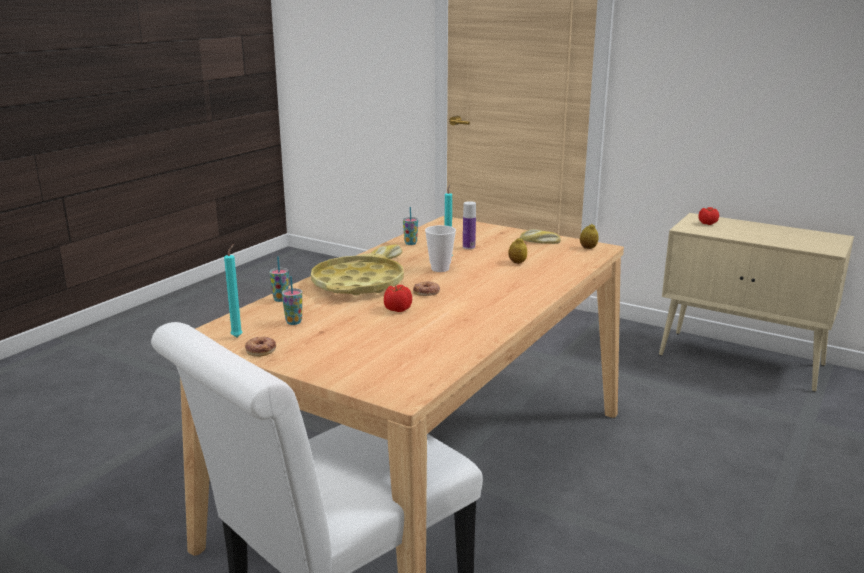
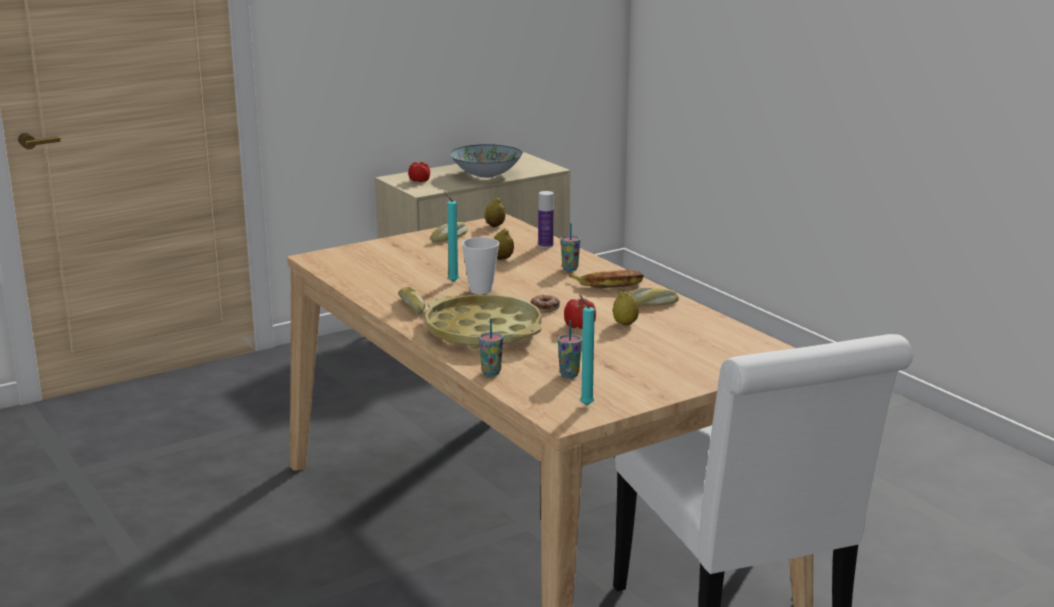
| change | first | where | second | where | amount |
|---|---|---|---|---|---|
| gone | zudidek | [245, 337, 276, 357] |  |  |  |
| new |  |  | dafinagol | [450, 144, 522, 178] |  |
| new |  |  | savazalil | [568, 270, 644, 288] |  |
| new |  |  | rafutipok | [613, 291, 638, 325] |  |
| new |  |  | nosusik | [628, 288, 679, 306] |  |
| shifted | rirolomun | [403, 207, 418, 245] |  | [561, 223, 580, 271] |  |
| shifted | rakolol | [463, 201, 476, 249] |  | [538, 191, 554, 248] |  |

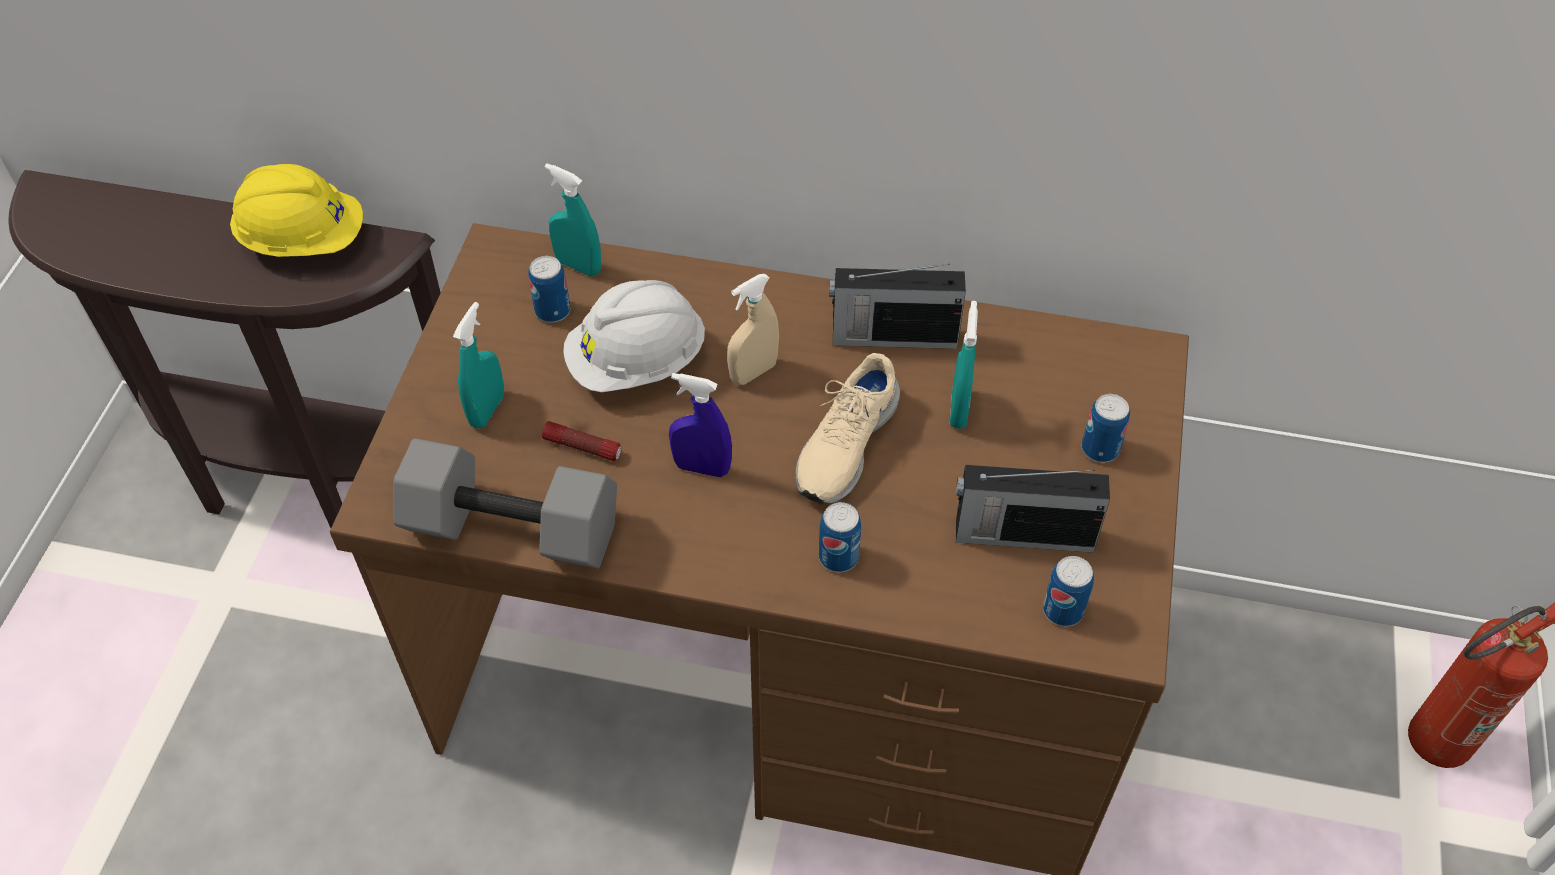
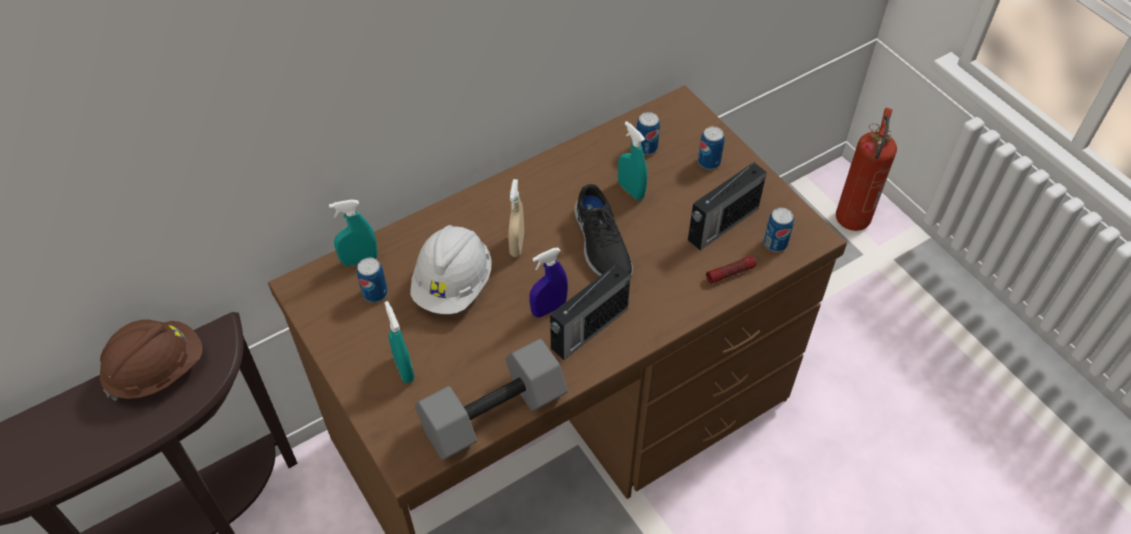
| change | first | where | second | where | amount |
|---|---|---|---|---|---|
| shifted | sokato | [542, 421, 622, 461] |  | [706, 256, 756, 284] |  |
| shifted | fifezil | [819, 502, 861, 572] |  | [637, 112, 660, 155] |  |
| shifted | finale | [829, 264, 966, 349] |  | [550, 263, 631, 360] |  |
| repainted | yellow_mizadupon | [230, 164, 363, 257] | brown_mizadupon | [100, 320, 203, 401] |  |
| repainted | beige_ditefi | [795, 353, 900, 504] | black_ditefi | [574, 184, 633, 277] |  |

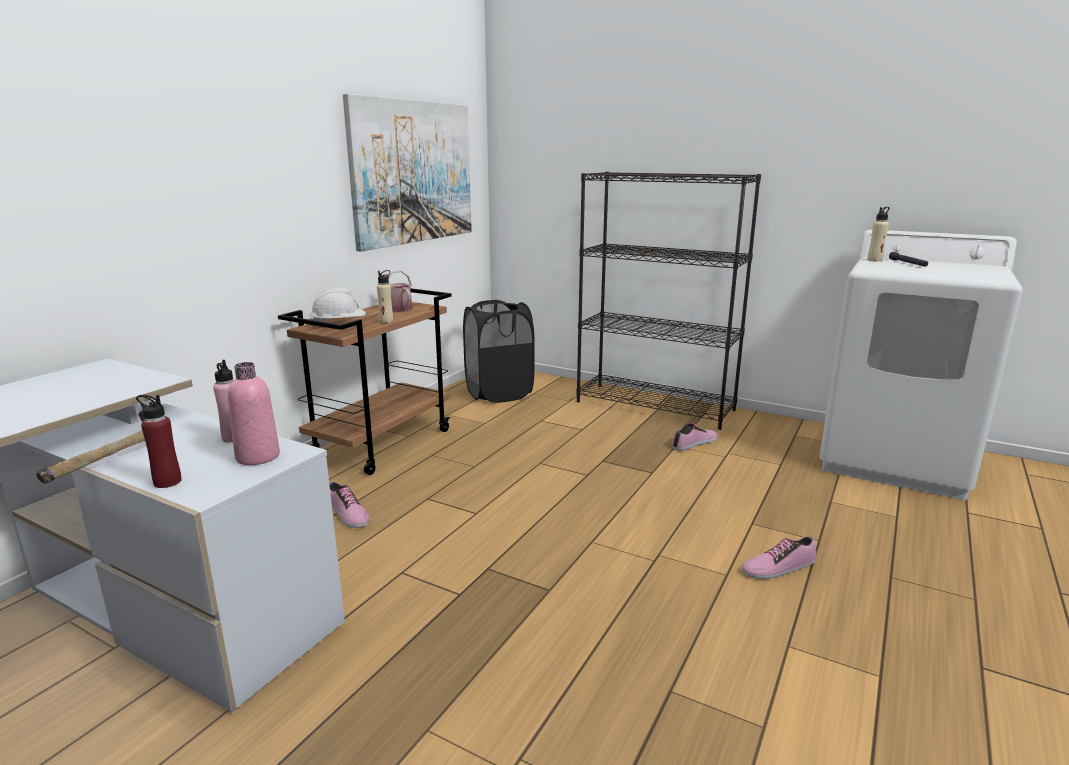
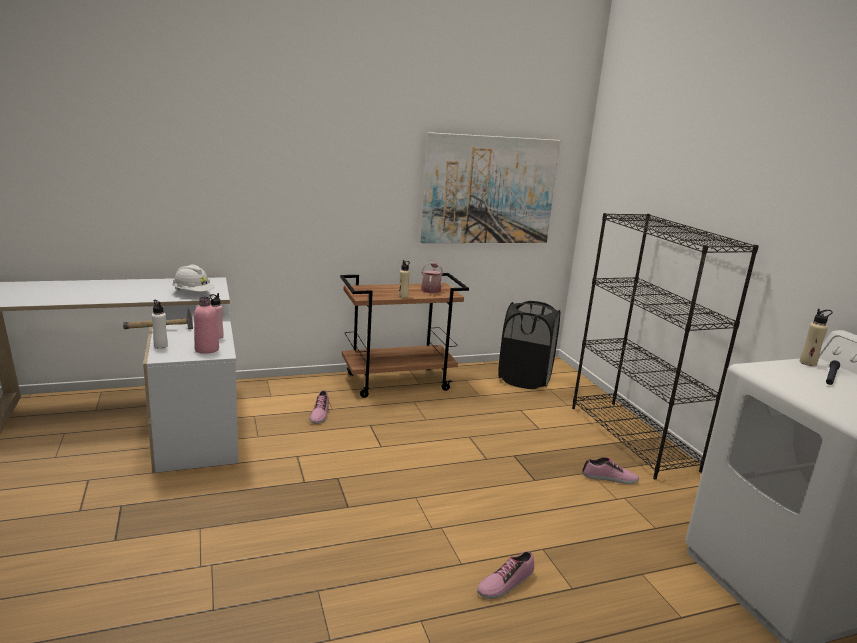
| change | first | where | second | where | amount |
|---|---|---|---|---|---|
| shifted | white_mizadupon | [309, 288, 366, 326] |  | [172, 265, 215, 292] |  |
| repainted | red_rakolol | [136, 395, 182, 488] | white_rakolol | [152, 300, 168, 349] |  |
| rotated | ditefi | [742, 536, 816, 579] |  | [477, 551, 534, 599] | 60 degrees counterclockwise |

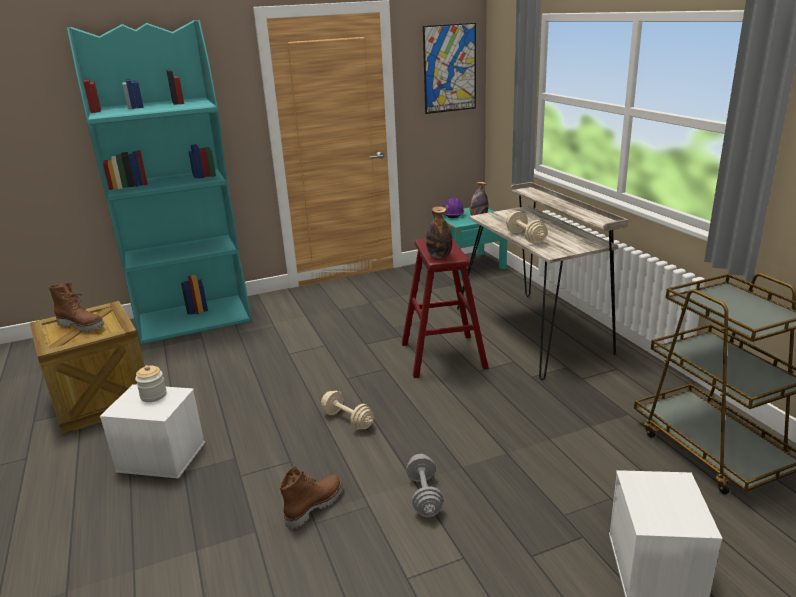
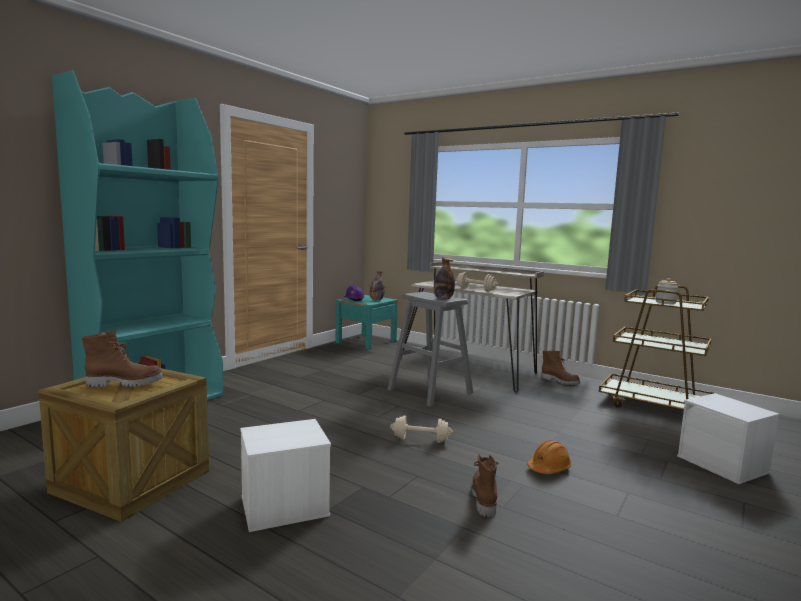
| change | first | where | second | where | amount |
|---|---|---|---|---|---|
| gone | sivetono | [423, 23, 476, 114] |  |  |  |
| new |  |  | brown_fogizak | [541, 350, 580, 385] |  |
| shifted | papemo | [135, 365, 167, 402] |  | [656, 278, 678, 304] |  |
| swapped | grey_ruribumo | [406, 454, 443, 517] | orange_mizadupon | [527, 440, 572, 474] |  |
| repainted | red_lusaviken | [402, 238, 489, 378] | grey_lusaviken | [388, 292, 473, 407] |  |

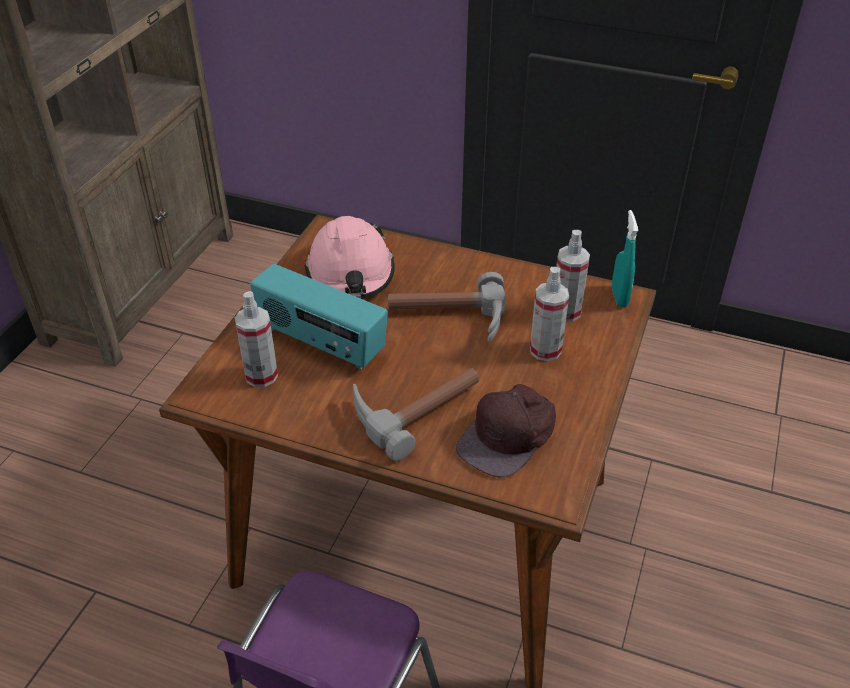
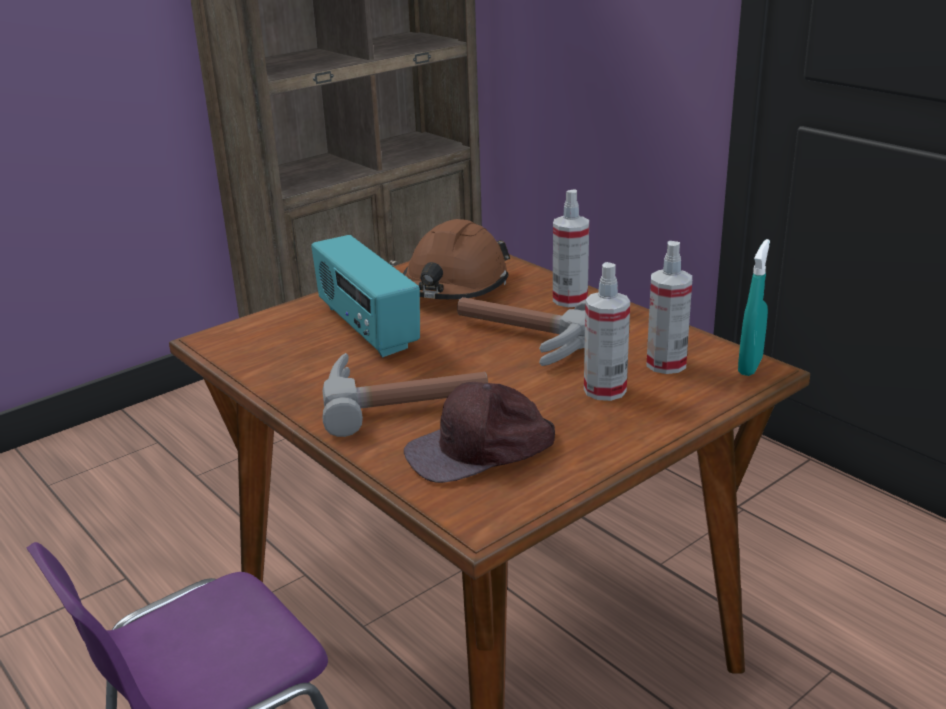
| change | first | where | second | where | amount |
|---|---|---|---|---|---|
| shifted | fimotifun | [235, 291, 278, 387] |  | [553, 189, 589, 307] |  |
| repainted | pink_mizadupon | [304, 216, 395, 299] | brown_mizadupon | [403, 219, 510, 299] |  |

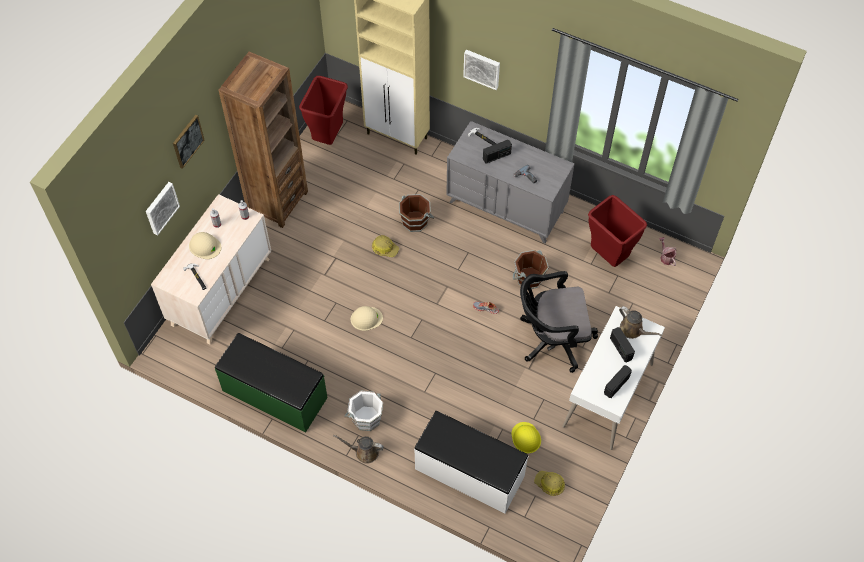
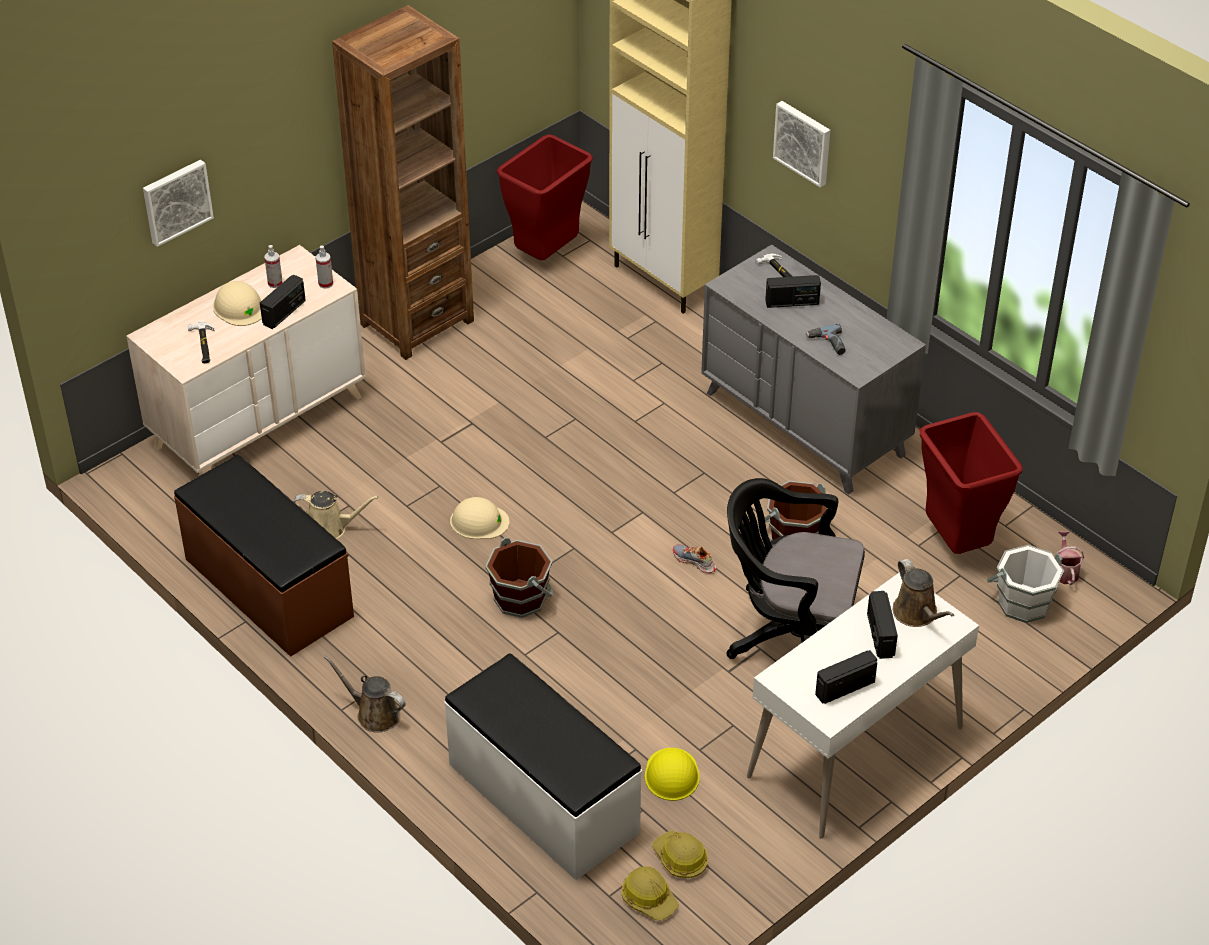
| change | first | where | second | where | amount |
|---|---|---|---|---|---|
| gone | sivetono | [173, 115, 205, 169] |  |  |  |
| new |  |  | finale | [260, 275, 306, 329] |  |
| new |  |  | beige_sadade | [294, 491, 379, 539] |  |
| shifted | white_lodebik | [344, 391, 383, 431] |  | [987, 545, 1064, 623] |  |
| shifted | mizadupon | [372, 235, 399, 257] |  | [622, 866, 678, 920] |  |
| shifted | brown_lodebik | [399, 194, 434, 232] |  | [485, 537, 553, 618] |  |
| repainted | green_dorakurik | [215, 333, 328, 433] | brown_dorakurik | [174, 455, 354, 657] |  |

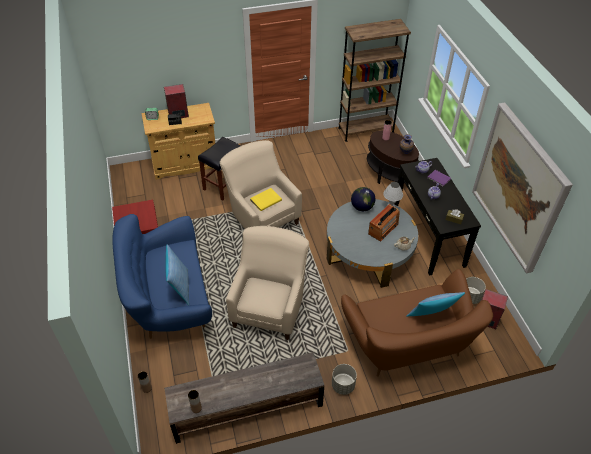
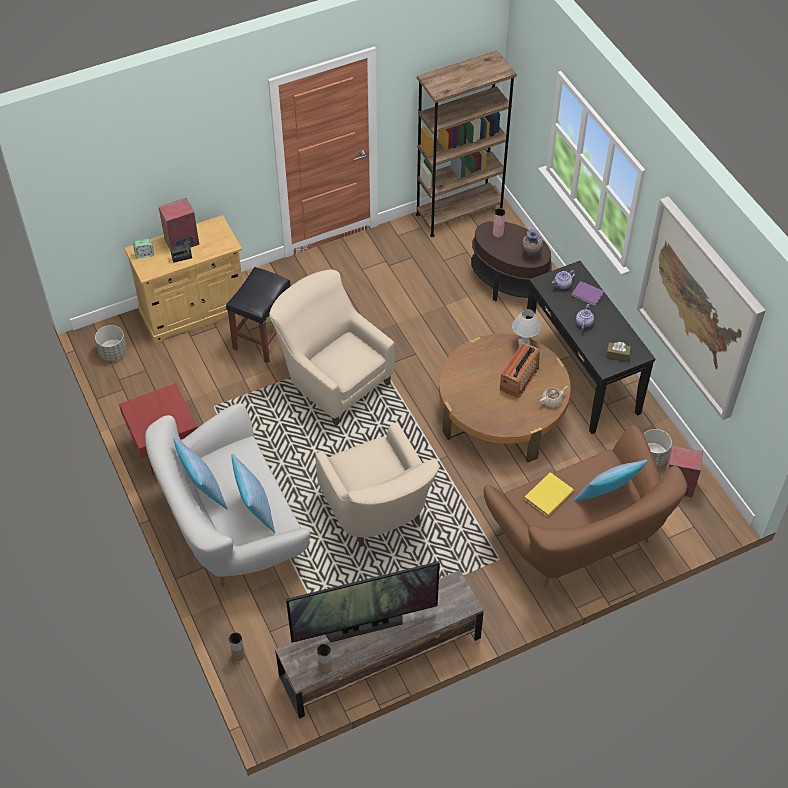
| change | first | where | second | where | amount |
|---|---|---|---|---|---|
| gone | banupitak | [351, 187, 375, 211] |  |  |  |
| new |  |  | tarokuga | [173, 438, 228, 509] |  |
| new |  |  | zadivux | [286, 561, 440, 643] |  |
| shifted | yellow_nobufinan | [250, 188, 282, 211] |  | [524, 472, 574, 517] |  |
| shifted | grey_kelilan | [332, 364, 357, 395] |  | [95, 325, 127, 361] |  |
| repainted | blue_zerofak | [112, 214, 212, 339] | white_zerofak | [145, 403, 311, 587] |  |
| repainted | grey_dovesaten | [327, 199, 418, 288] | brown_dovesaten | [439, 334, 571, 463] |  |
| rotated | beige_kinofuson | [226, 226, 309, 340] |  | [315, 422, 440, 547] | 150 degrees clockwise |

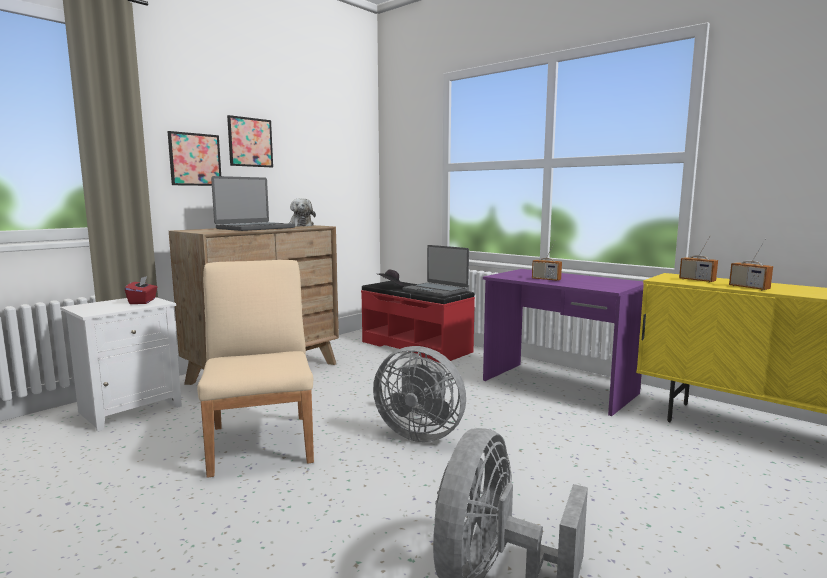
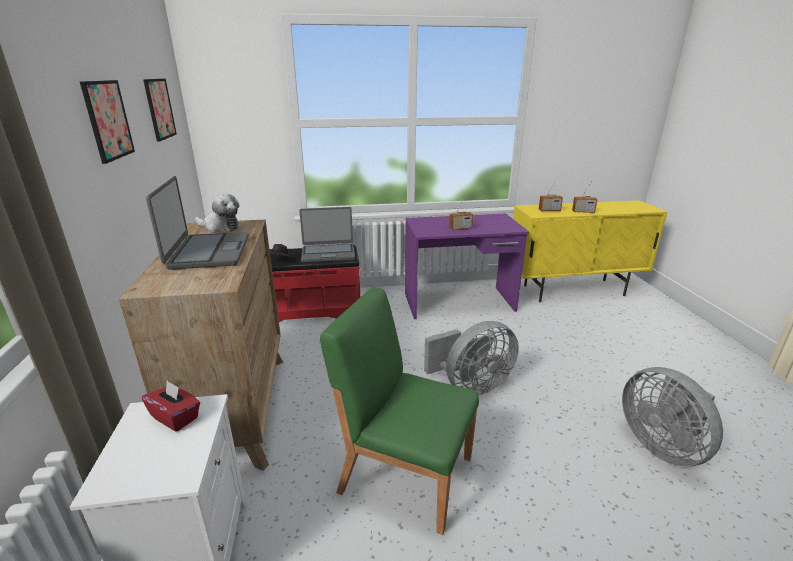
| change | first | where | second | where | amount |
|---|---|---|---|---|---|
| shifted | sivetono | [167, 131, 221, 186] |  | [143, 79, 177, 142] |  |
| repainted | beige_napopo | [197, 260, 314, 478] | green_napopo | [320, 287, 479, 535] |  |

